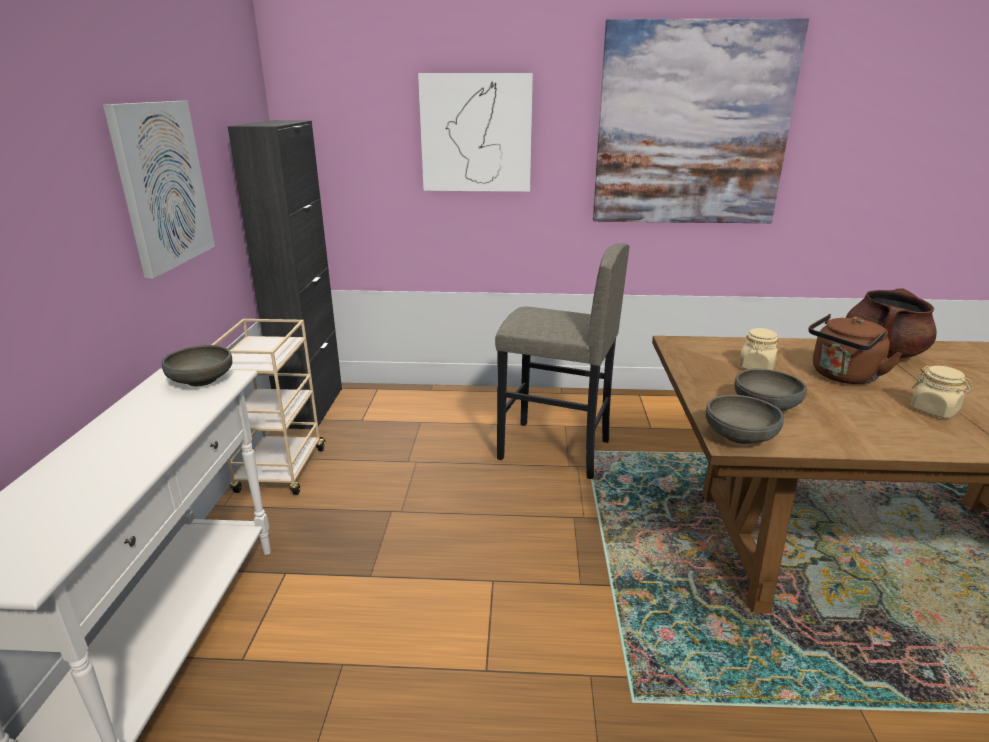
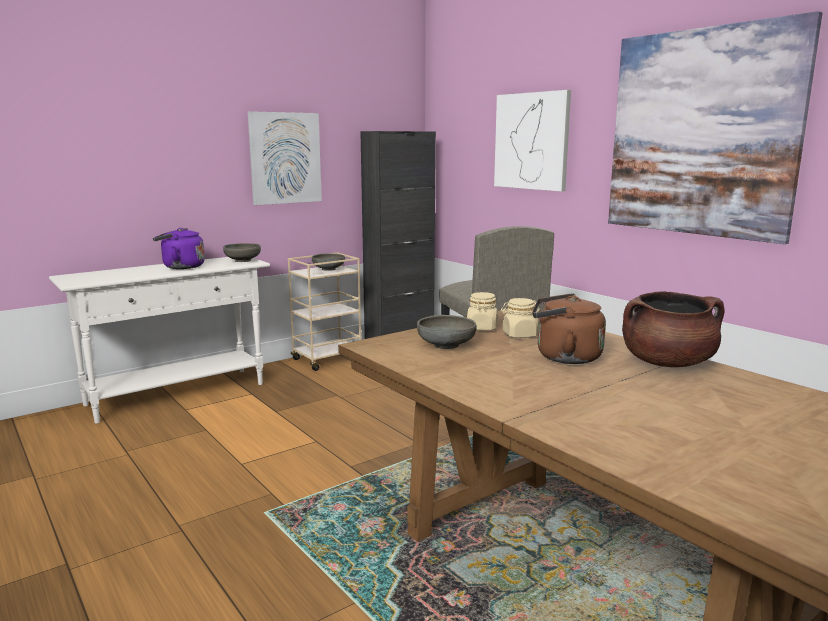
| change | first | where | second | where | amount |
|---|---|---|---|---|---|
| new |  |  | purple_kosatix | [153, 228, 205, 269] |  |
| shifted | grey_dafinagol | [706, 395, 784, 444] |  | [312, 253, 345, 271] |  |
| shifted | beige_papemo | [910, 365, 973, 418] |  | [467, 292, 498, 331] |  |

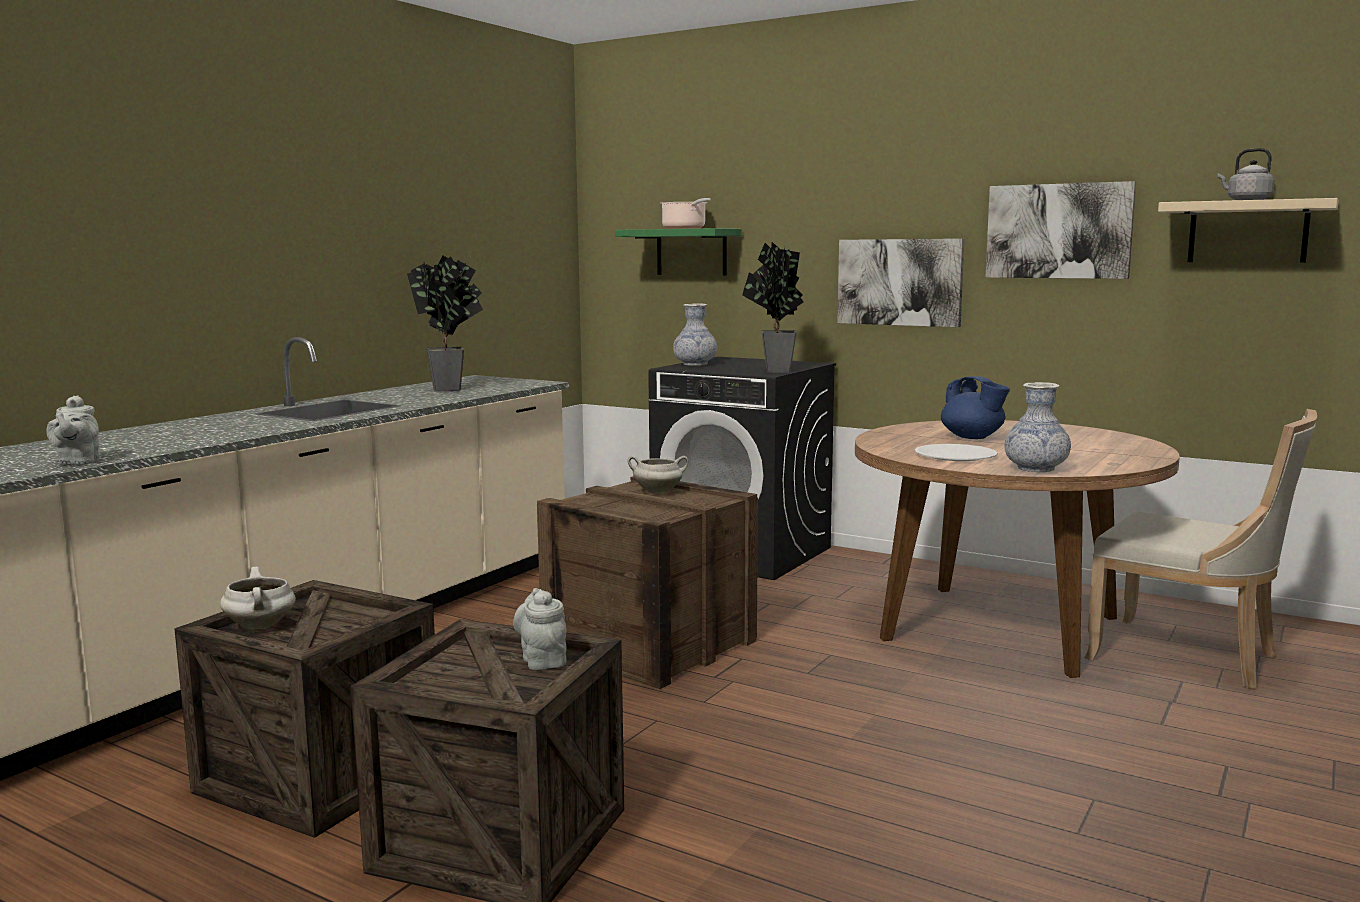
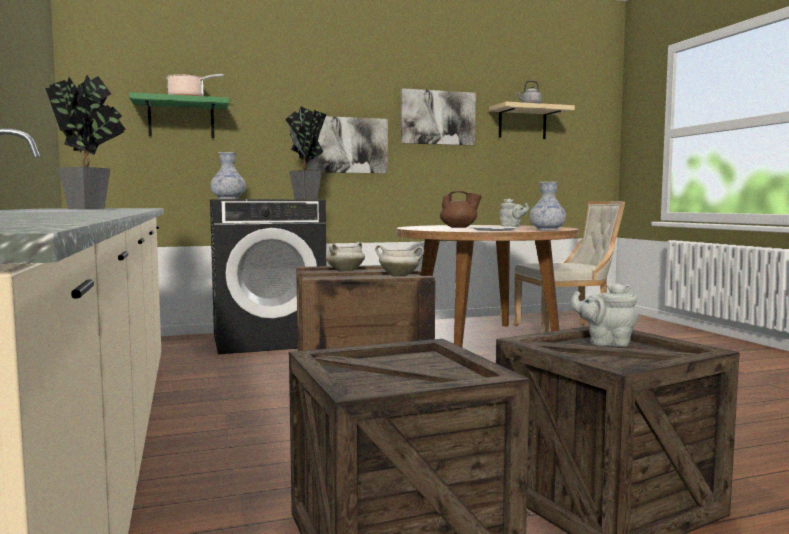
| change | first | where | second | where | amount |
|---|---|---|---|---|---|
| shifted | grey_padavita | [46, 395, 99, 465] |  | [499, 199, 529, 227] |  |
| shifted | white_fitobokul | [220, 567, 296, 629] |  | [375, 245, 424, 277] |  |
| repainted | blue_padavita | [941, 376, 1010, 439] | brown_padavita | [440, 191, 482, 228] |  |

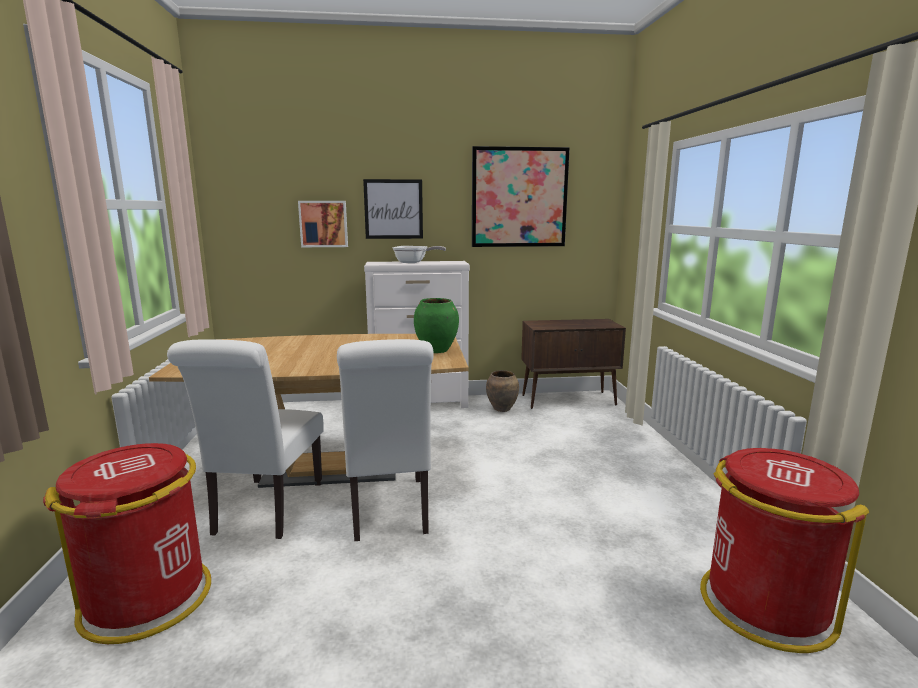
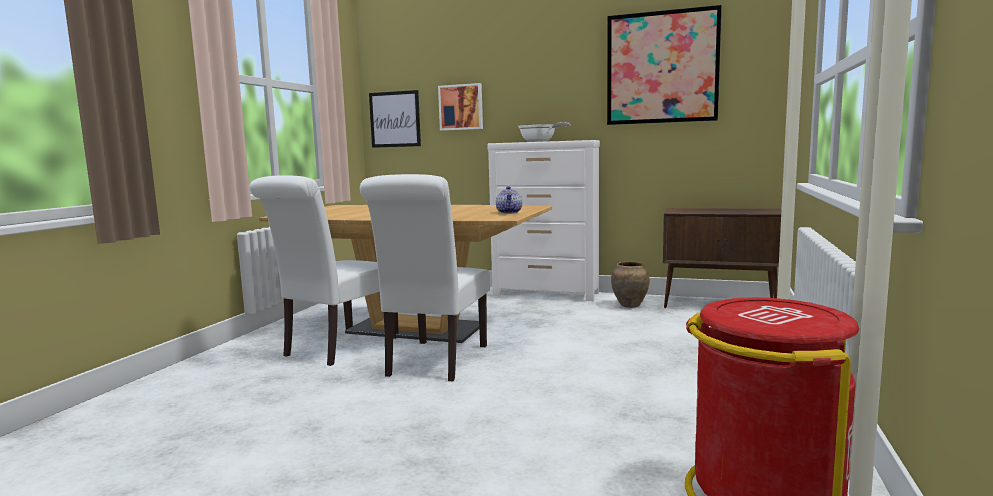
| change | first | where | second | where | amount |
|---|---|---|---|---|---|
| gone | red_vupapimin | [43, 443, 211, 644] |  |  |  |
| shifted | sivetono | [363, 179, 423, 239] |  | [369, 90, 421, 148] |  |
| swapped | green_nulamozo | [414, 298, 459, 353] | padavita | [496, 186, 522, 214] |  |

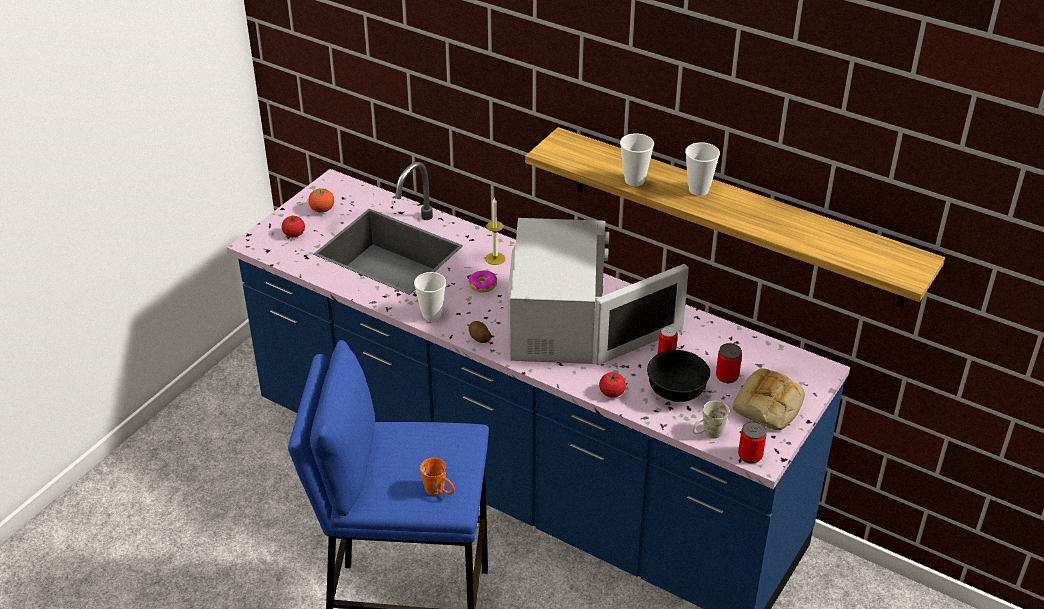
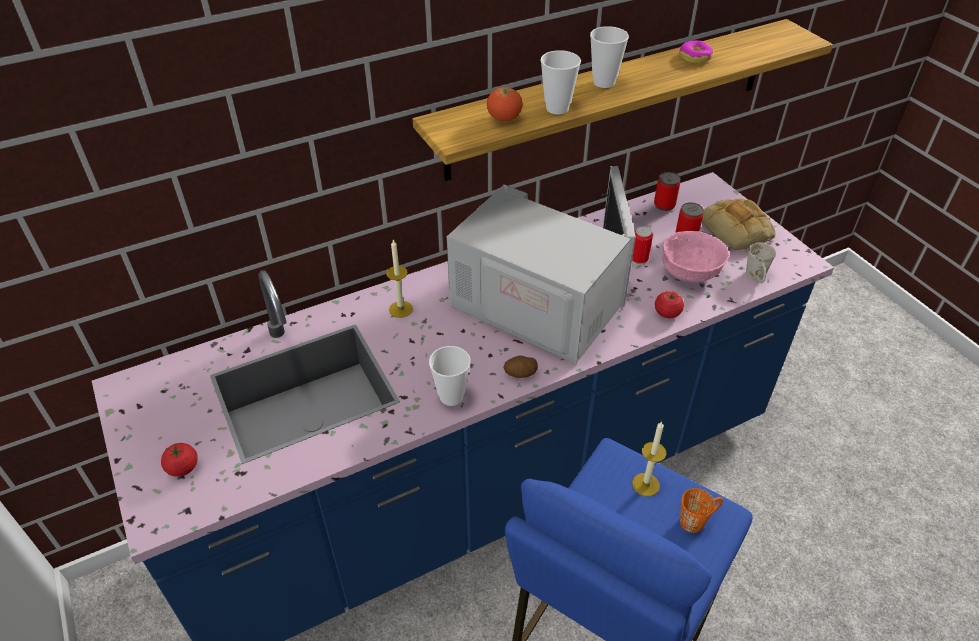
| change | first | where | second | where | amount |
|---|---|---|---|---|---|
| new |  |  | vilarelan | [632, 421, 666, 496] |  |
| shifted | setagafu | [308, 188, 334, 213] |  | [487, 87, 523, 122] |  |
| shifted | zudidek | [468, 270, 497, 293] |  | [679, 40, 713, 63] |  |
| shifted | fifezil | [738, 421, 767, 464] |  | [654, 172, 680, 211] |  |
| repainted | black_dafinagol | [647, 350, 710, 402] | pink_dafinagol | [662, 231, 729, 283] |  |

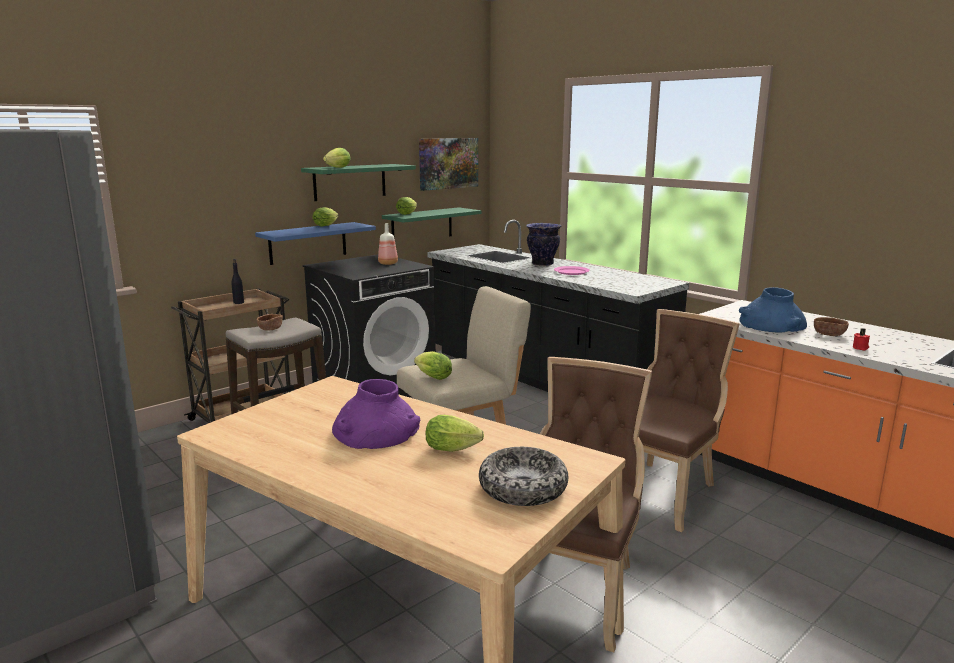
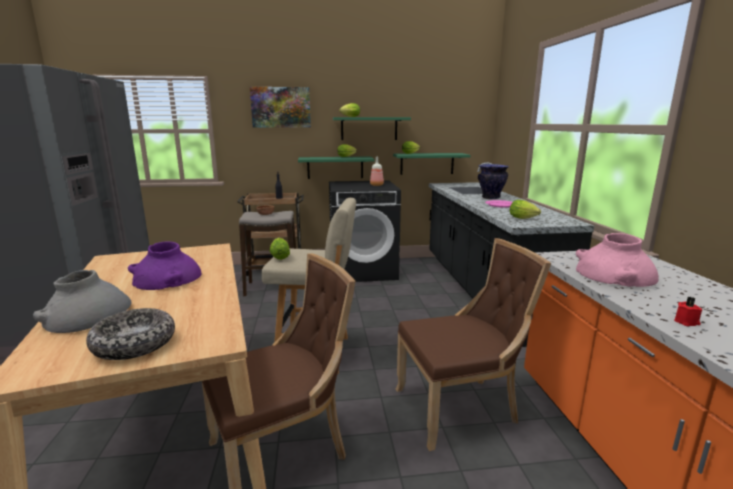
| change | first | where | second | where | amount |
|---|---|---|---|---|---|
| gone | brown_dafinagol | [814, 317, 849, 336] |  |  |  |
| new |  |  | grey_nulamozo | [33, 270, 132, 333] |  |
| shifted | sivetono | [419, 138, 478, 191] |  | [250, 87, 311, 128] |  |
| shifted | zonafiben | [426, 415, 484, 452] |  | [509, 200, 541, 219] |  |
| repainted | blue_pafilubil | [255, 222, 376, 265] | green_pafilubil | [298, 157, 374, 179] |  |
| repainted | blue_nulamozo | [739, 287, 807, 332] | pink_nulamozo | [576, 233, 659, 287] |  |

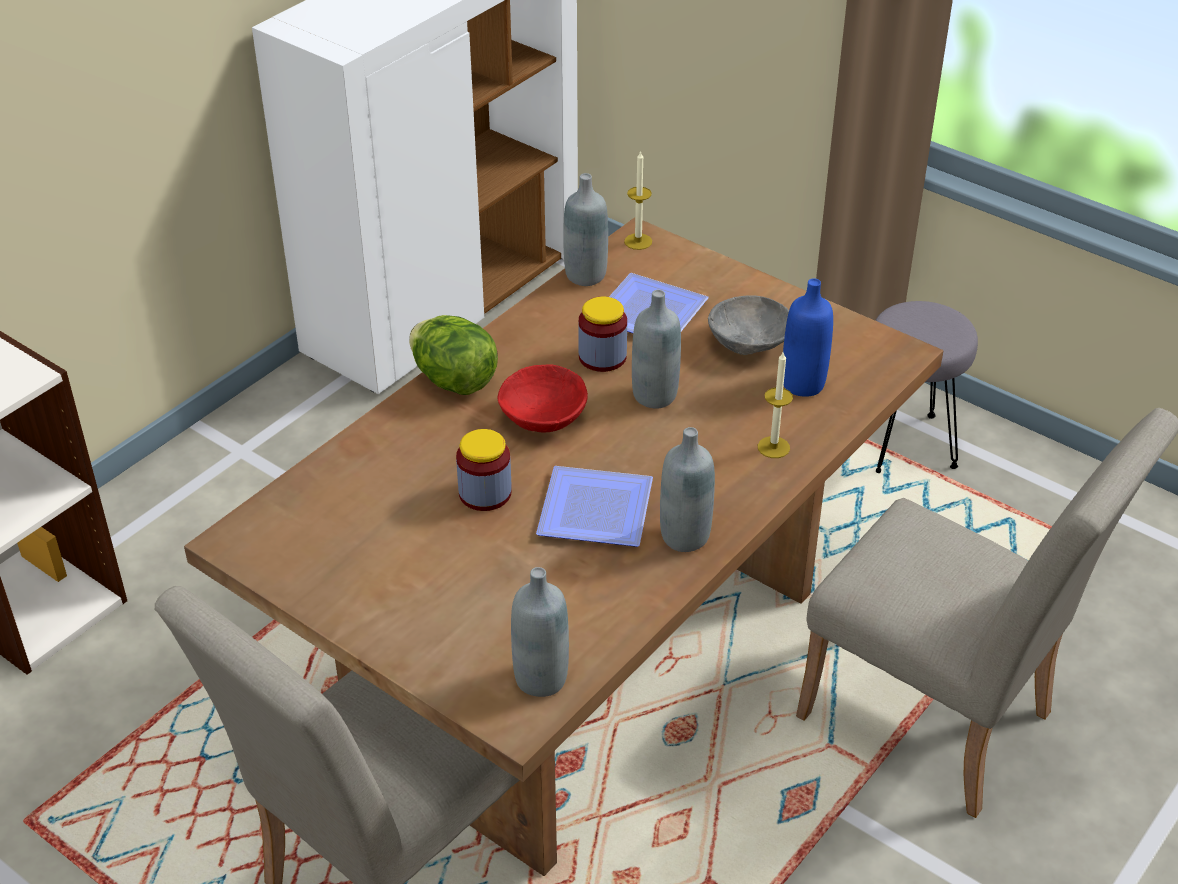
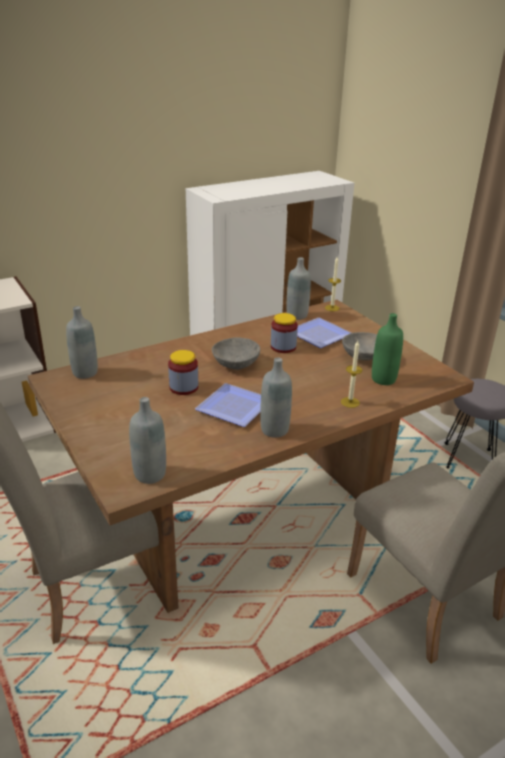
| change | first | where | second | where | amount |
|---|---|---|---|---|---|
| gone | zonafiben | [409, 315, 498, 395] |  |  |  |
| shifted | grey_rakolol | [632, 290, 681, 409] |  | [66, 306, 98, 379] |  |
| repainted | red_dafinagol | [497, 364, 588, 433] | grey_dafinagol | [212, 337, 260, 370] |  |
| repainted | blue_rakolol | [783, 278, 833, 397] | green_rakolol | [372, 313, 403, 385] |  |

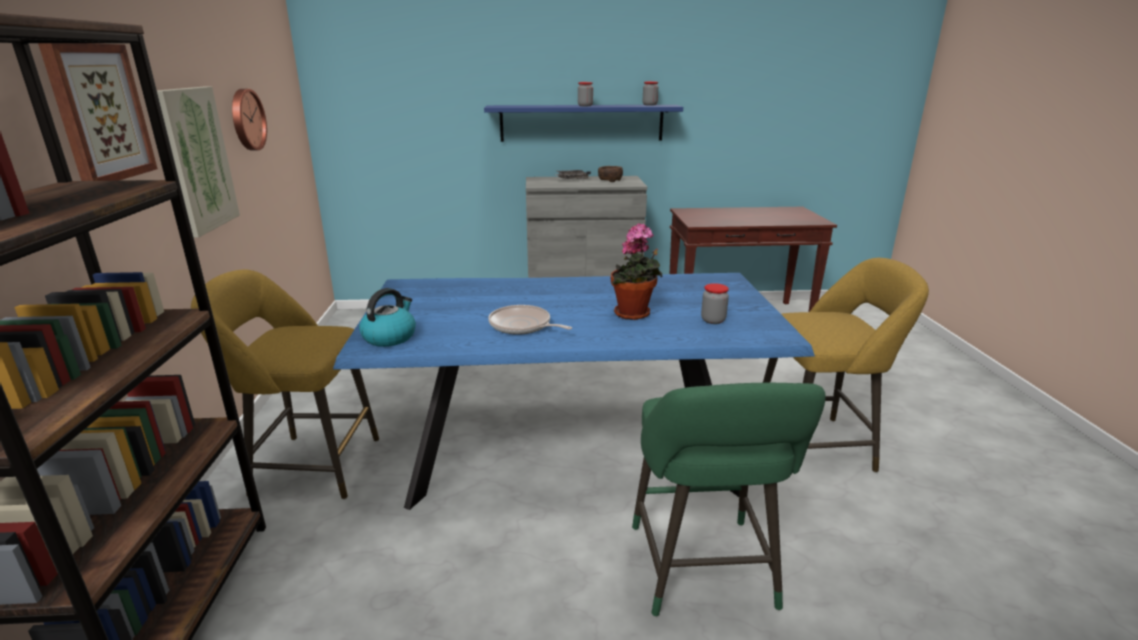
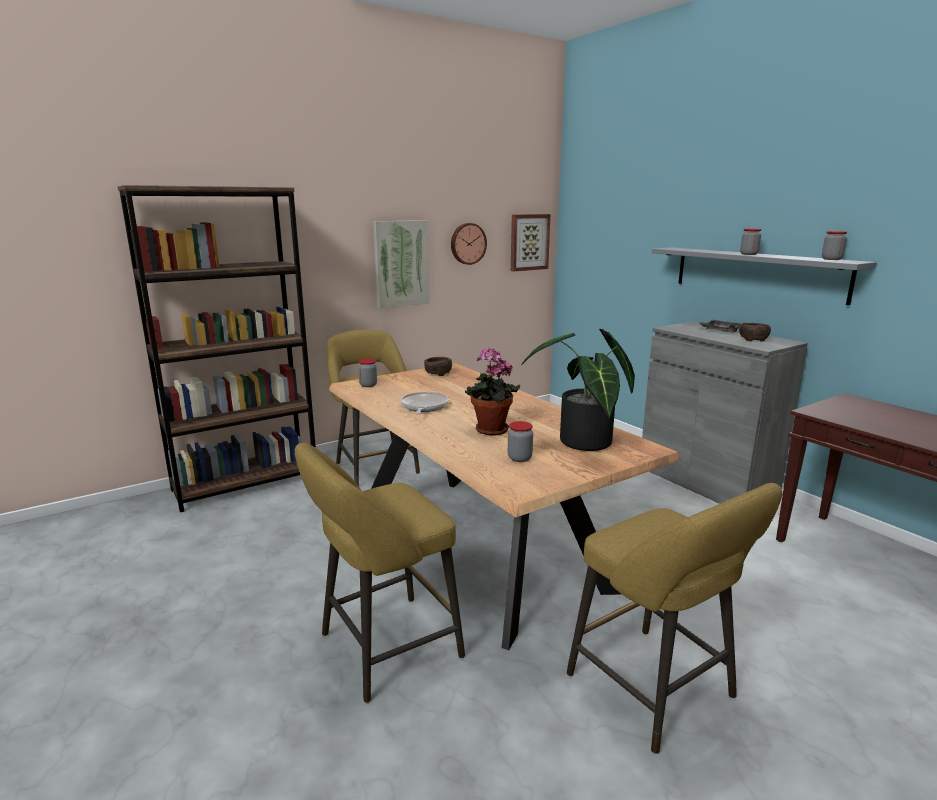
| change | first | where | second | where | amount |
|---|---|---|---|---|---|
| new |  |  | brown_dafinagol | [424, 357, 452, 376] |  |
| new |  |  | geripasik | [521, 329, 635, 451] |  |
| shifted | sivetono | [38, 43, 158, 181] |  | [511, 214, 551, 272] |  |
| swapped | kosatix | [359, 288, 416, 347] | papemo | [358, 359, 377, 387] |  |
| repainted | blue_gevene | [333, 273, 815, 510] | brown_gevene | [328, 363, 681, 650] |  |
| repainted | blue_pafilubil | [484, 105, 683, 142] | grey_pafilubil | [652, 247, 877, 305] |  |
| repainted | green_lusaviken | [632, 383, 826, 617] | yellow_lusaviken | [295, 443, 465, 703] |  |

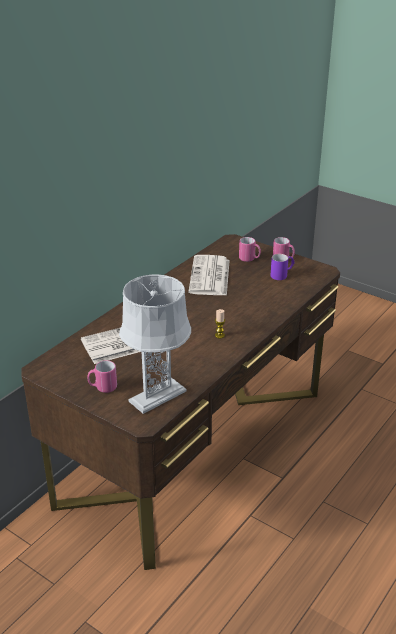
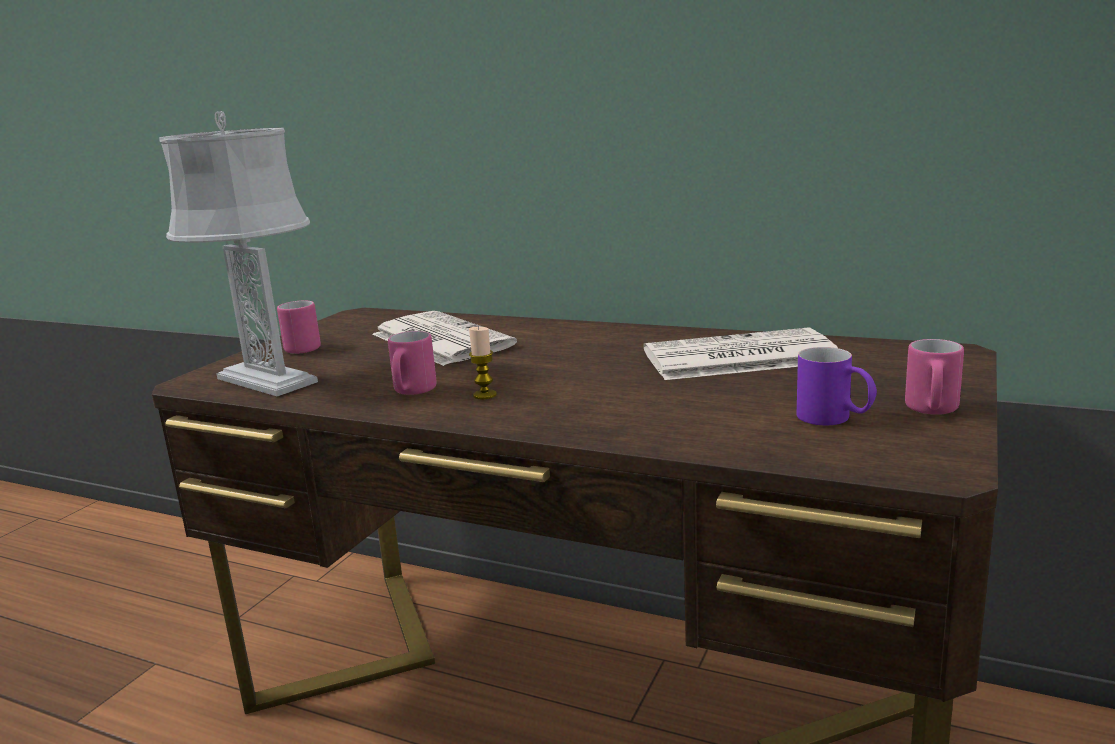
| change | first | where | second | where | amount |
|---|---|---|---|---|---|
| shifted | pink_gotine | [239, 237, 261, 262] |  | [388, 331, 437, 395] |  |

